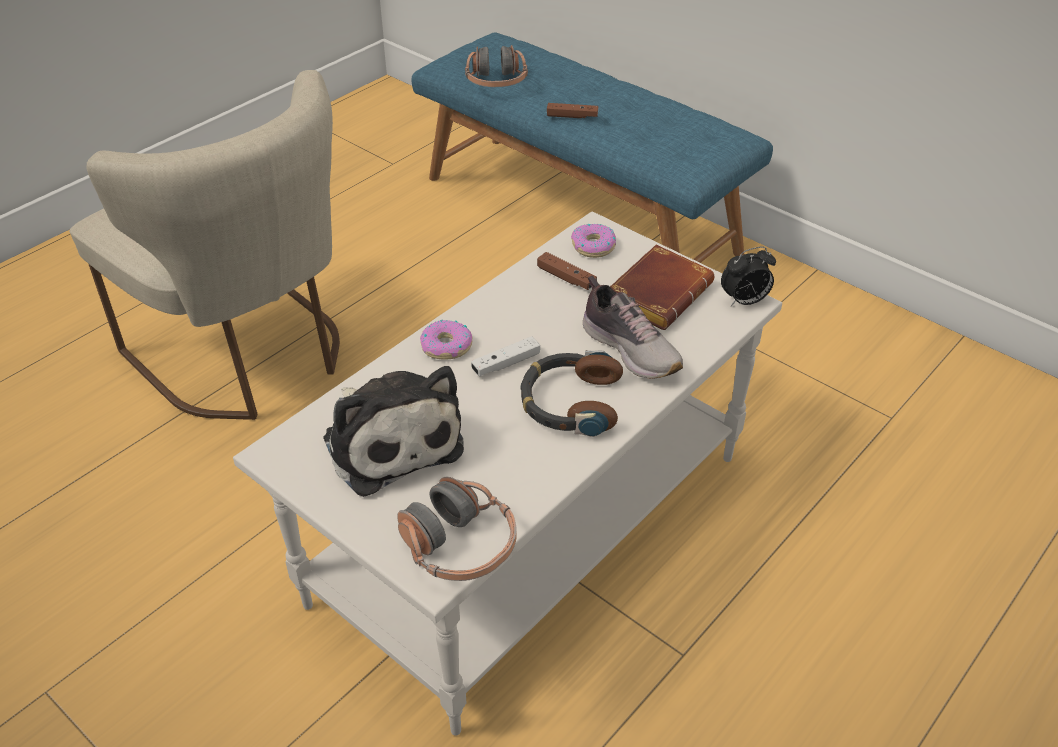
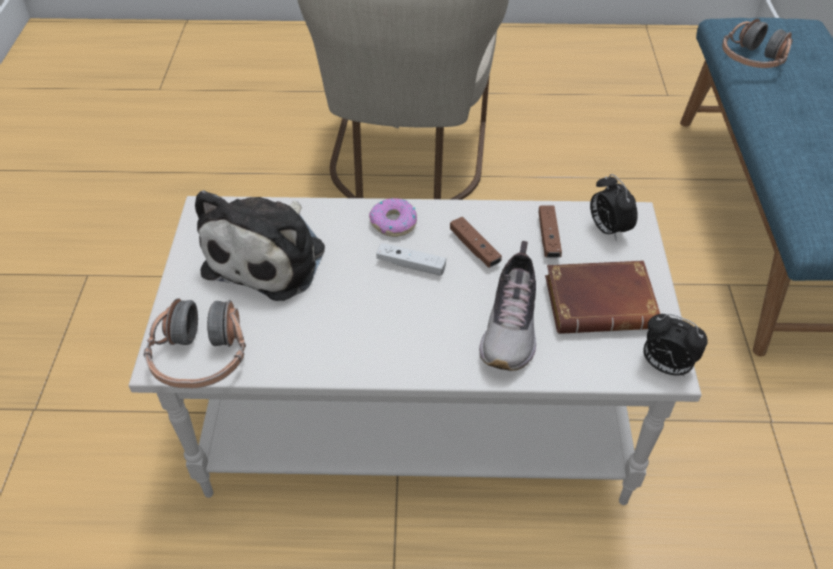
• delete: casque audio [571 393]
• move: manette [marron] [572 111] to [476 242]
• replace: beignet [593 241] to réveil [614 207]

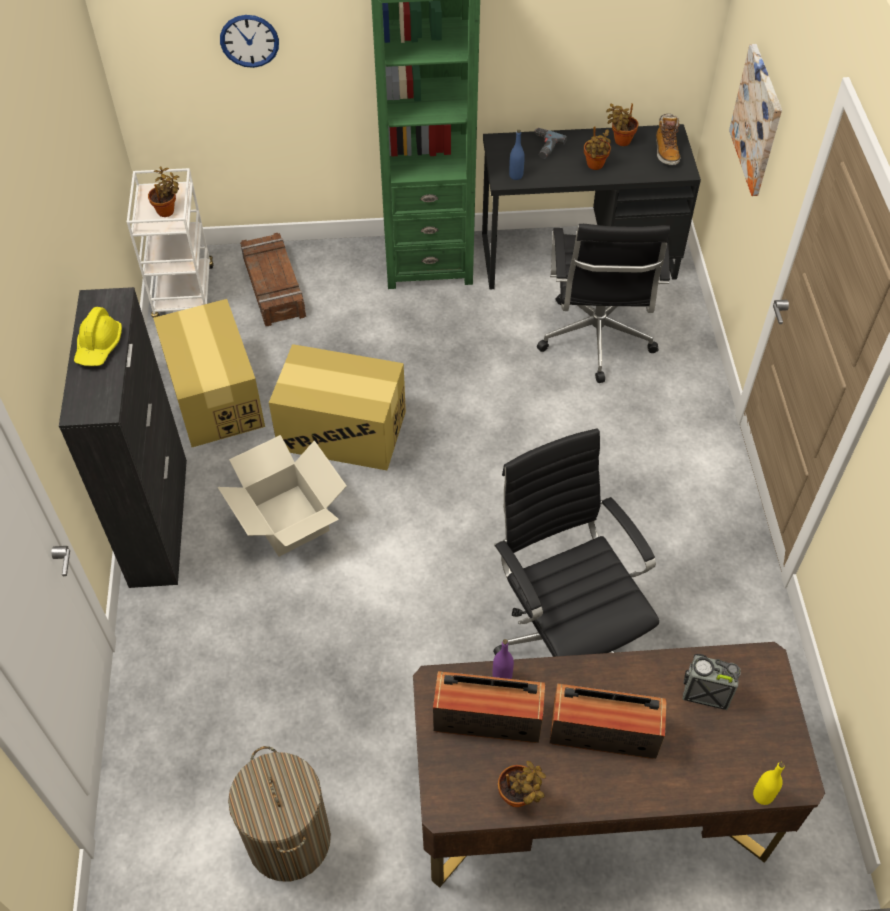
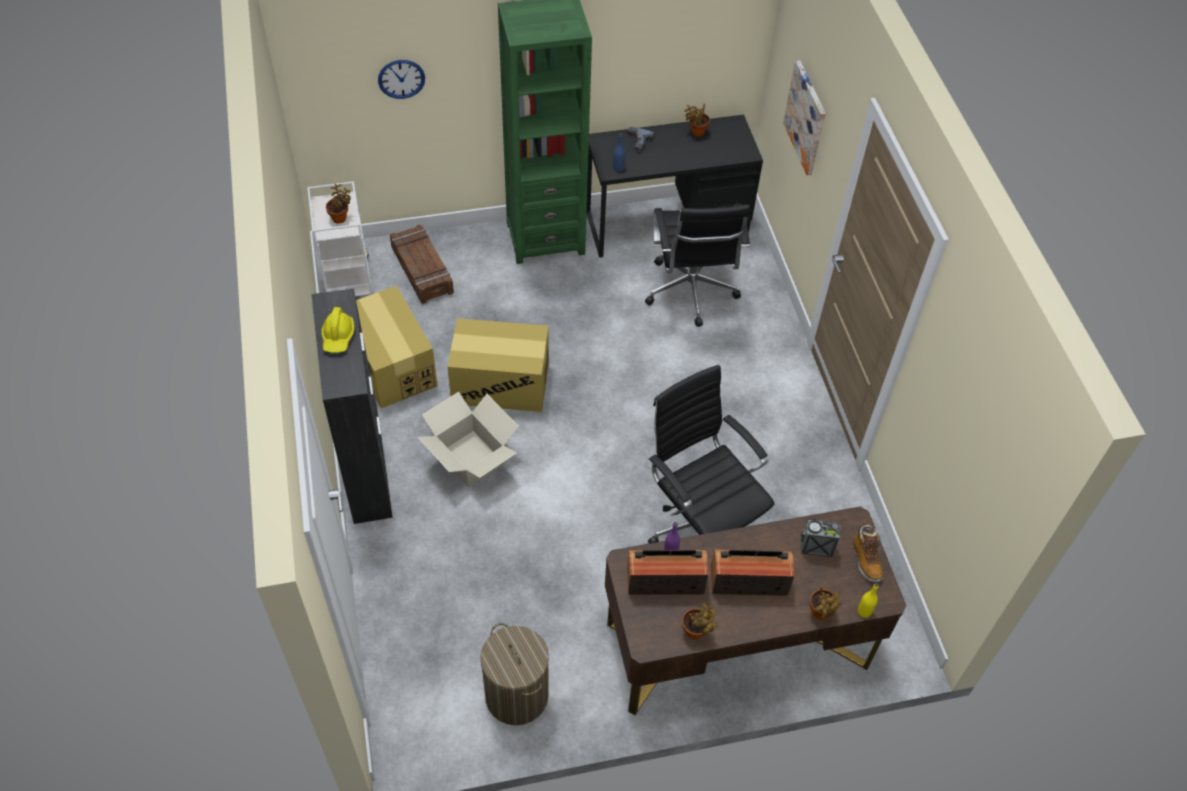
• move: plante en pot [597 148] to [825 603]
• move: botte [668 139] to [868 553]

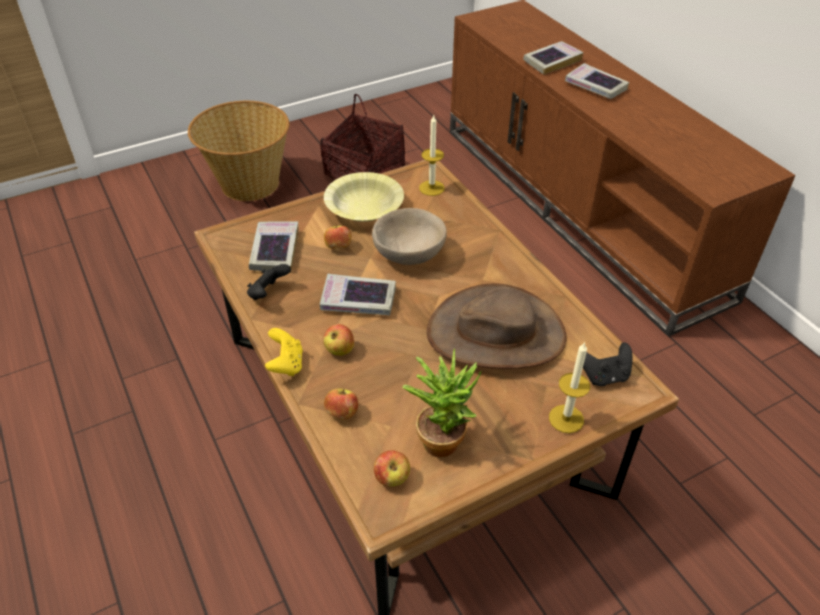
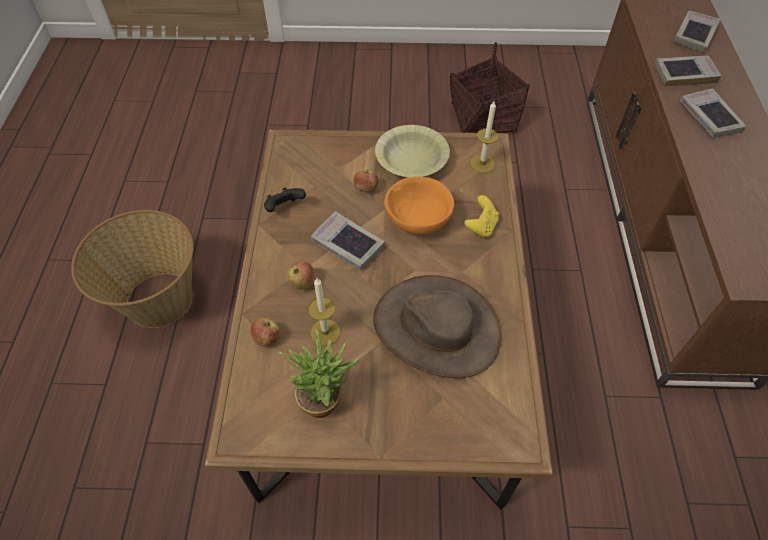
• delete: pomme [392 468]
• delete: manette [noir] [608 364]
• move: panier [238 151] to [132 269]
• move: livre [273 247] to [697 32]
• move: manette [jaune] [284 352] to [481 216]
• move: bougie [569 387] to [324 312]
• recolor: bol [beige] [409 236] to bol [orange] [419 205]

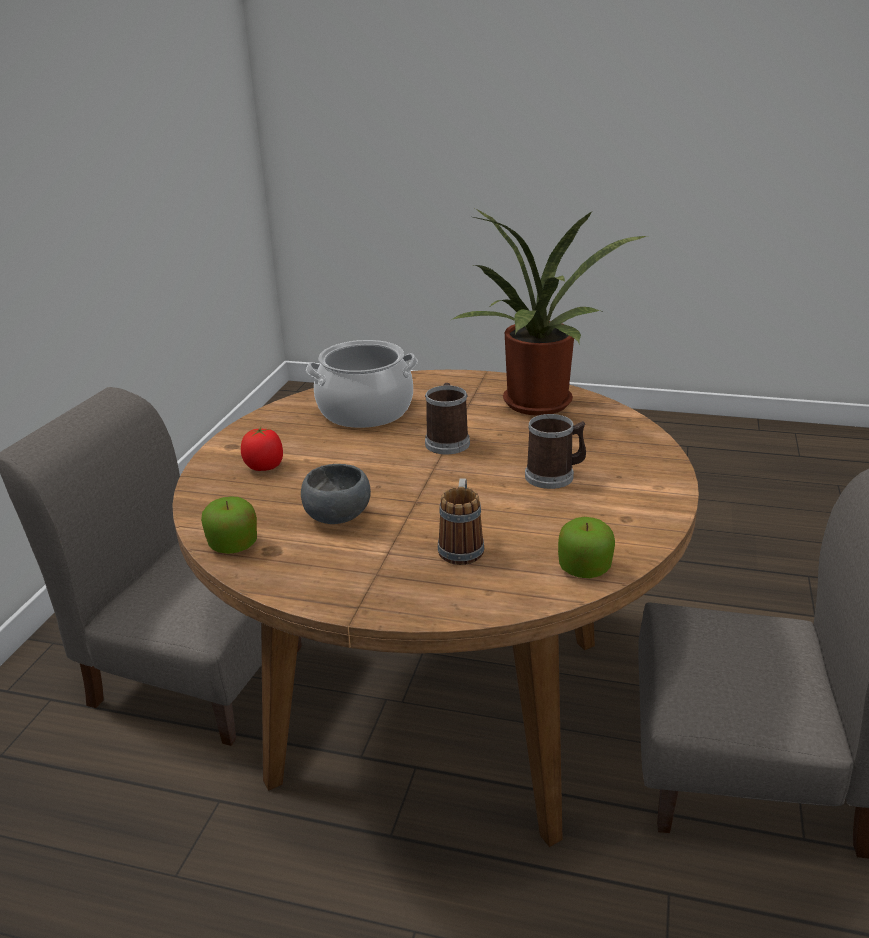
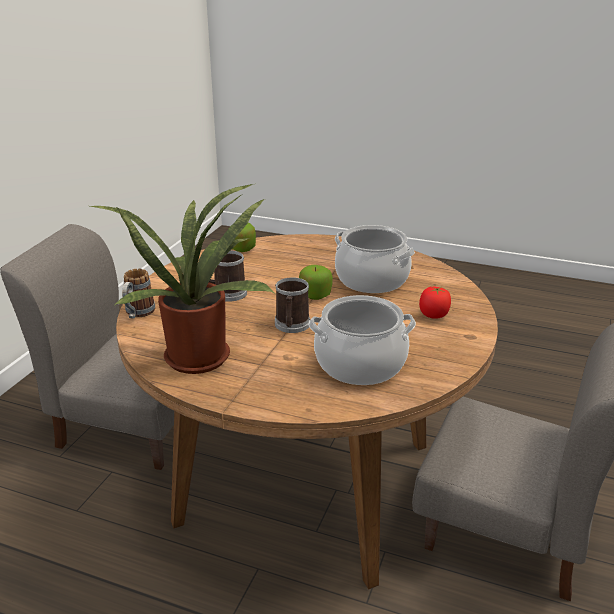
• move: pomme [229 525] to [316 282]
• move: mug [461 521] to [138 294]
• replace: bol [gris] [336 494] to marmite [375 259]

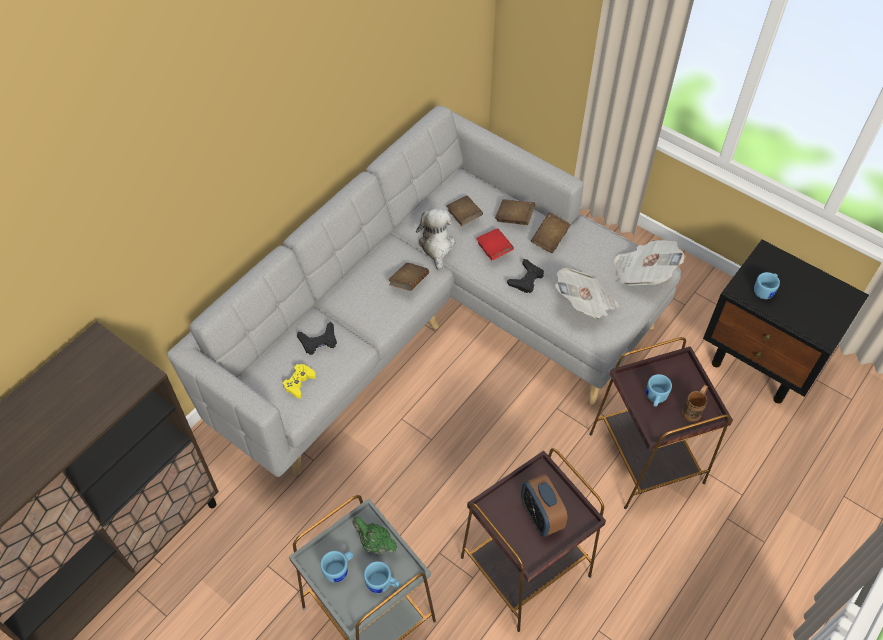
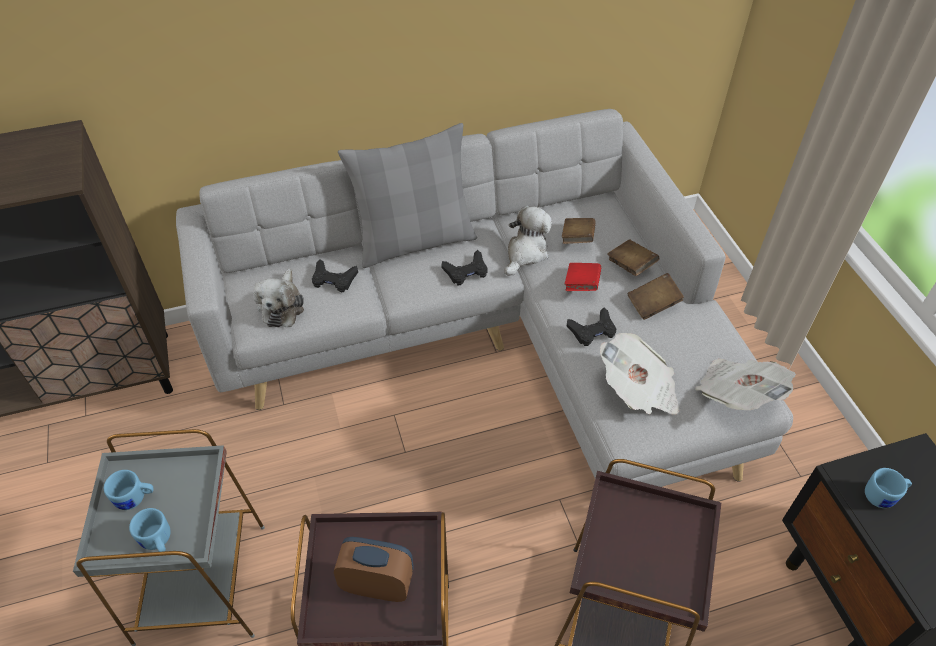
• delete: théière [vert] [375 535]
• delete: mug [bleu] [659 390]
• delete: mug [marron] [695 403]
• insert: coussin [gris] [407 195]
• replace: manette [jaune] [299 381] to peluche [278 297]
• replace: livre [marron] [408 276] to manette [noir] [464 267]
• rotate: réveil [544 505] = [374 569] 90 degrees clockwise

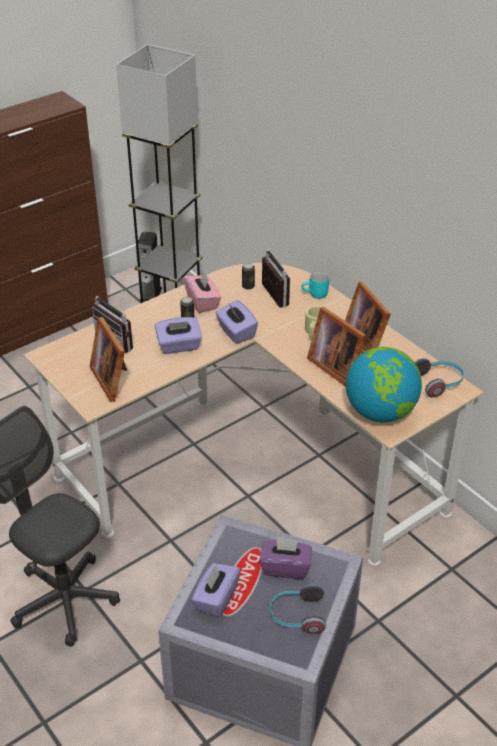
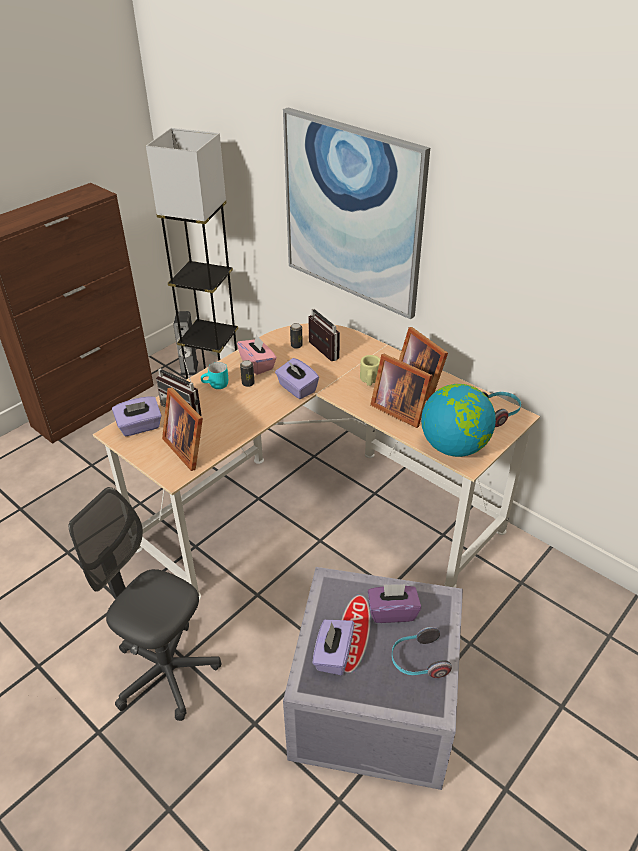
• insert: tableau [356 213]
• move: boîte à mouchoirs [violet] [178 335] to [137 416]
• move: mug [turquoise] [315 285] to [214 375]

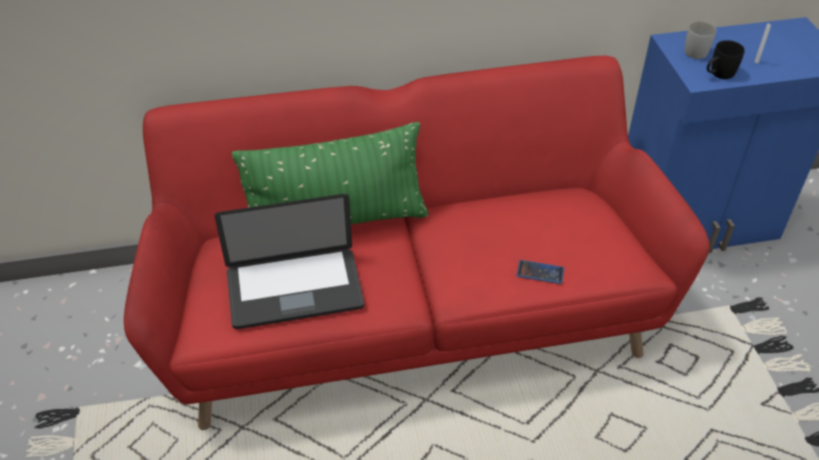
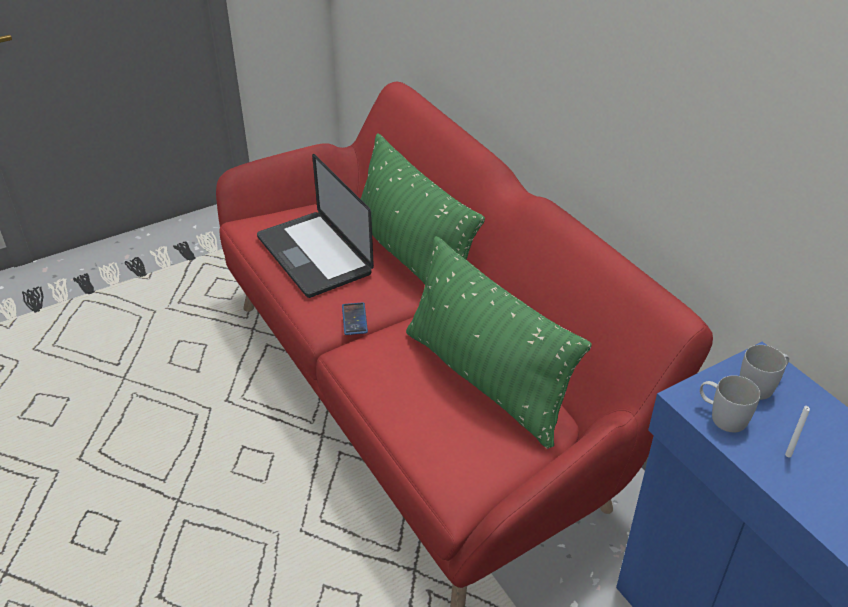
• insert: coussin [vert] [499 342]
• move: téléphone [540 272] to [355 318]
• recolor: mug [noir] [726 59] to mug [blanc] [730 403]

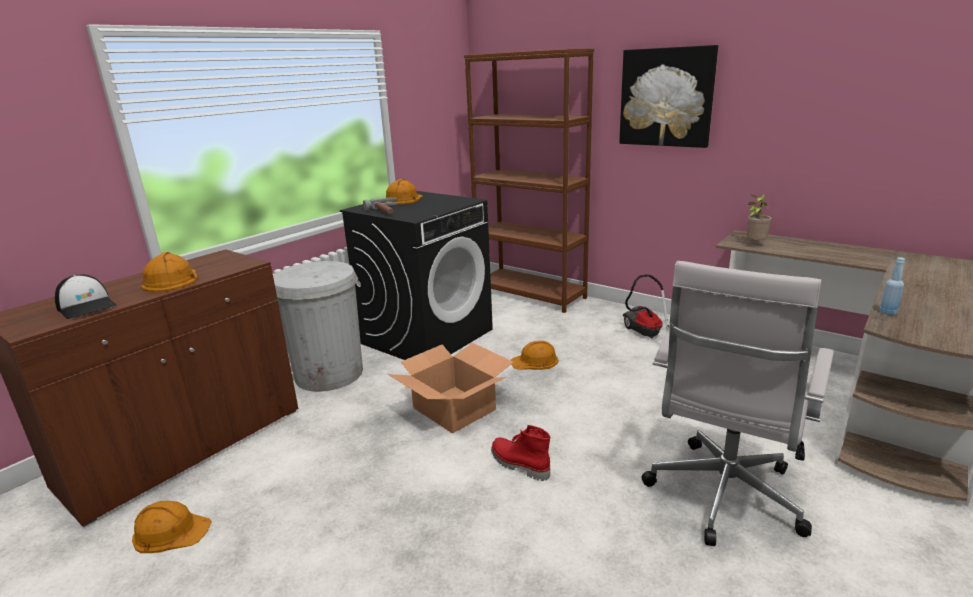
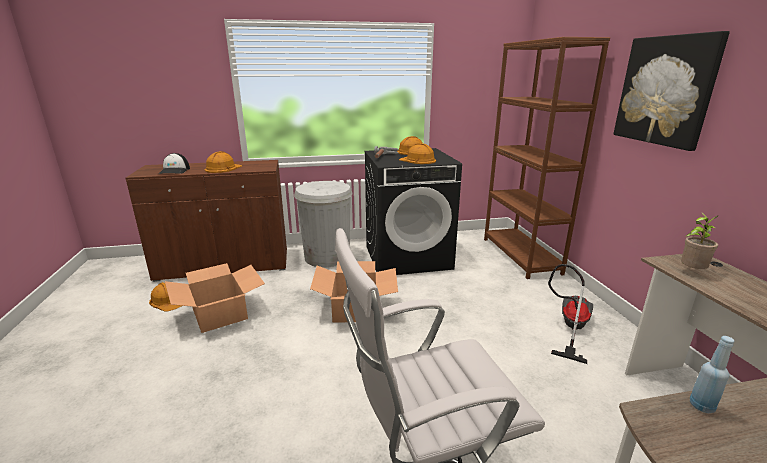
• delete: botte [rouge] [520 453]
• insert: carton [215 298]
• move: casque de chantier [orange] [534 355] to [417 153]

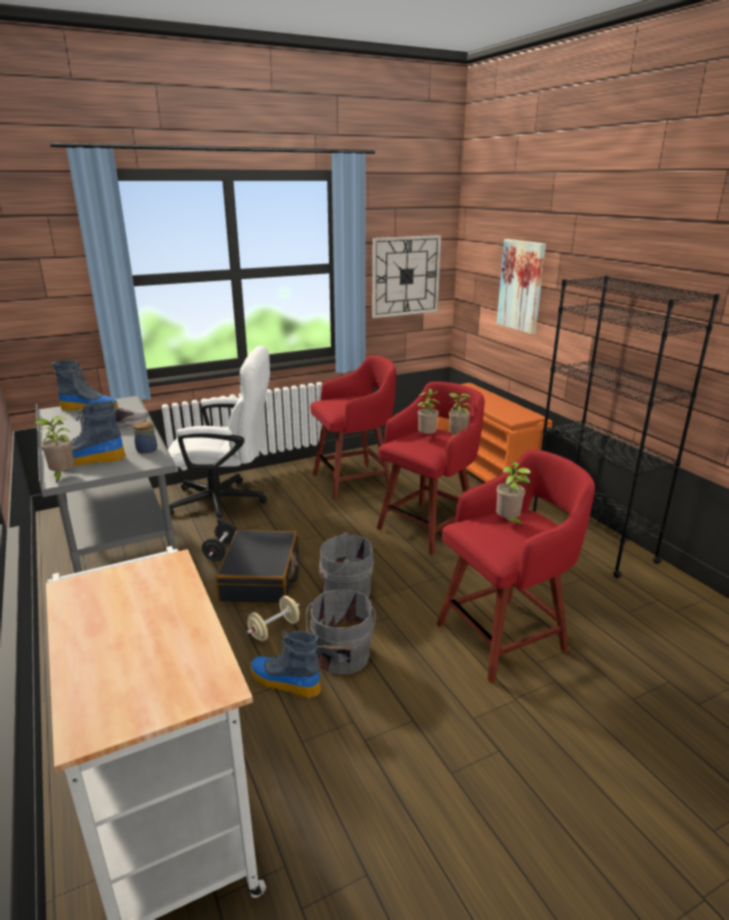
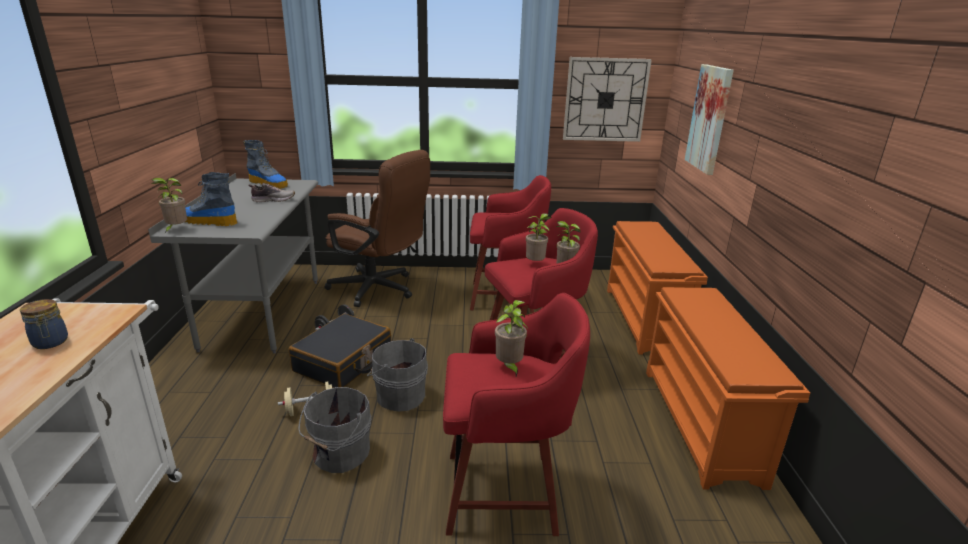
• delete: botte [286 664]
• move: bocal [145 437] to [44 324]
• replace: bibliothèque [noir] [626 427] to étagère à chaussures [orange] [728 388]
• recolor: chaise de bureau [blanc] [219 435] to chaise de bureau [marron] [377 228]

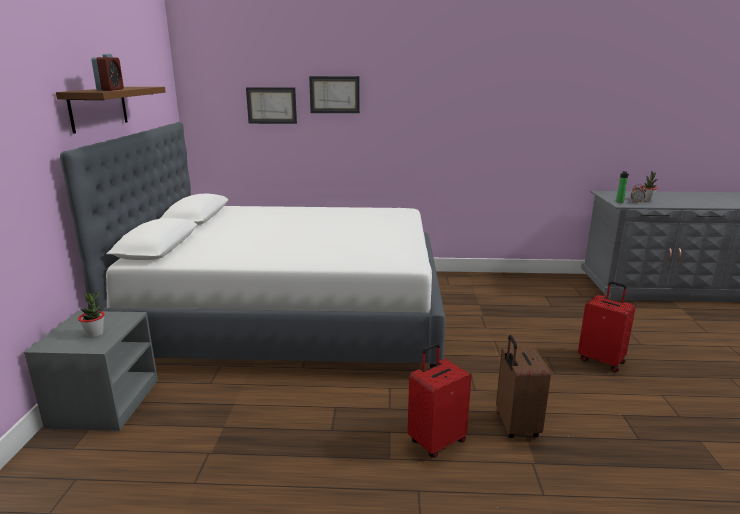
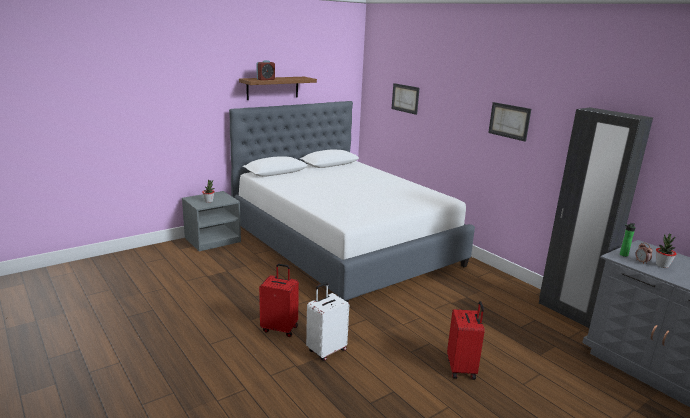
• insert: armoire [noir] [596 218]
• move: tableau [334 94] to [509 122]
• recolor: valise [marron] [523 386] to valise [blanc] [327 321]

